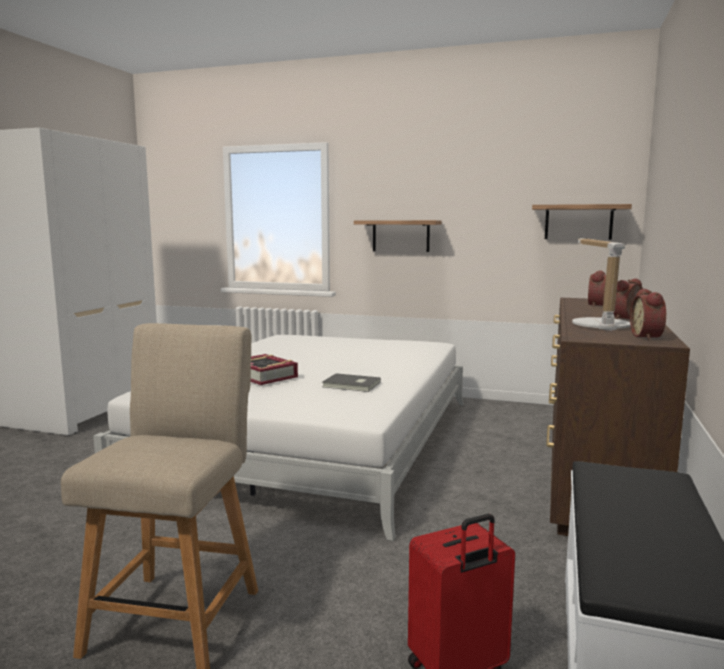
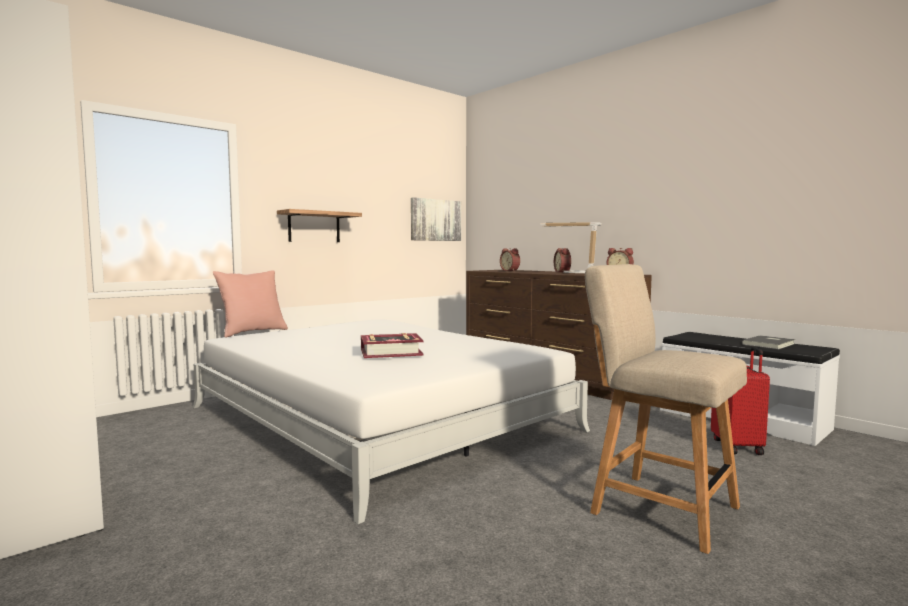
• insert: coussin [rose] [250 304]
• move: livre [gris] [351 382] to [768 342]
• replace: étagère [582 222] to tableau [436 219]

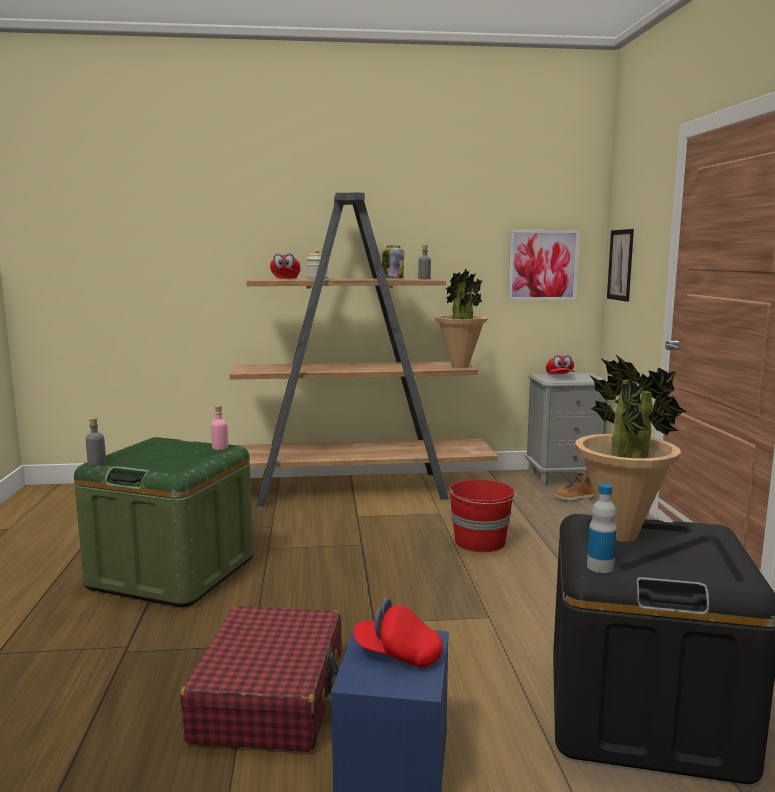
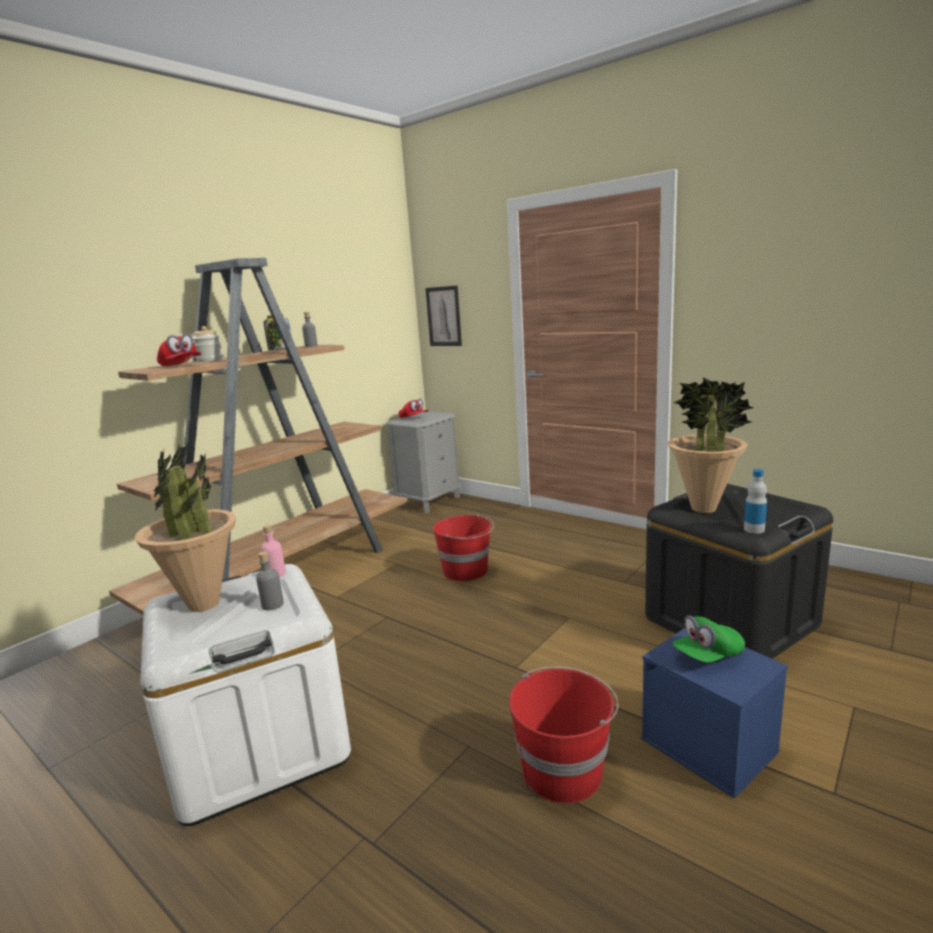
• delete: tableau [544 265]
• delete: botte [573 487]
• move: bouteille [gris] [96 442] to [270 580]
• move: plante en pot [461 318] to [185 527]
• replace: valise [rouge] [261 679] to seau [rouge] [563 735]
• recolor: boîte de rangement [vert] [163 522] to boîte de rangement [blanc] [245 695]
• recolor: casquette [rouge] [398 632] to casquette [vert] [708 639]

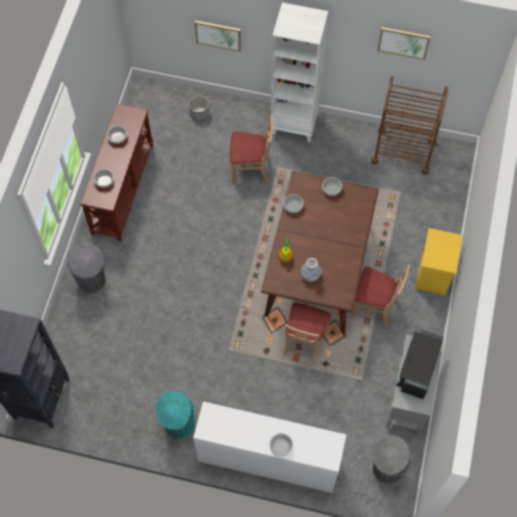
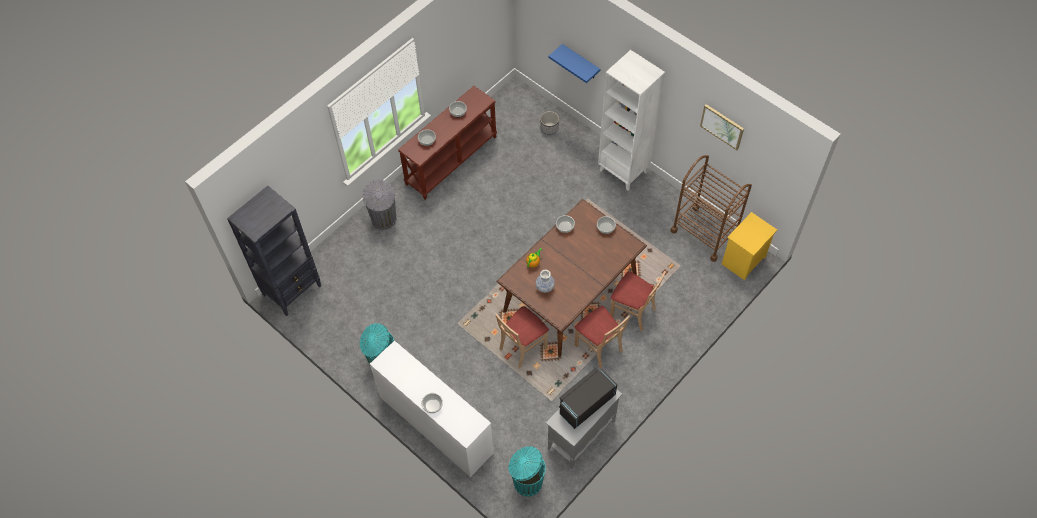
• move: chaise [beige] [251 149] to [637 301]
• move: table de chevet [jaune] [439 261] to [749 246]
• replace: tableau [218 36] to étagère [bleu] [574 63]
• recolor: poubelle [gris] [392 459] to poubelle [turquoise] [527 471]

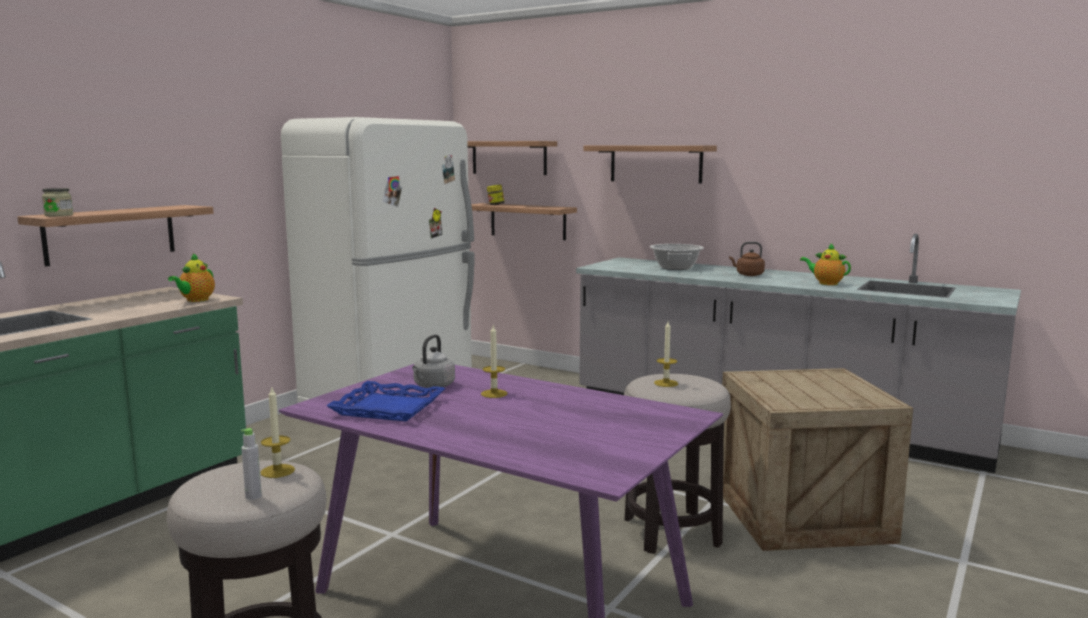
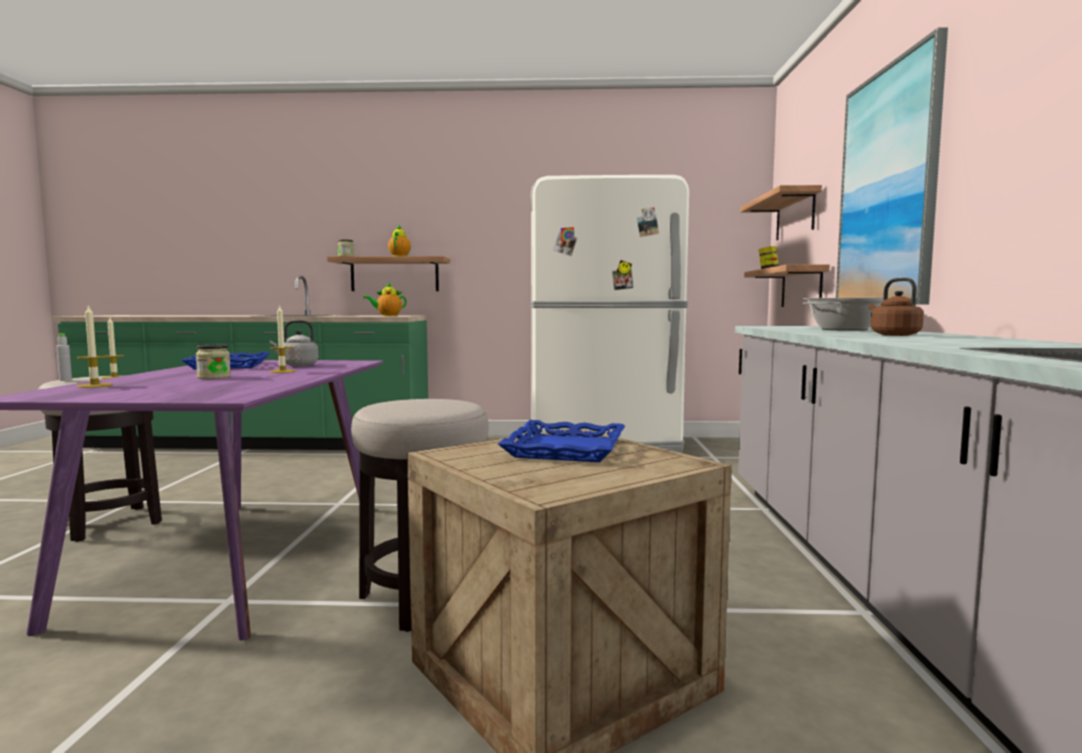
• insert: bocal [213 361]
• insert: plateau [bleu] [561 441]
• move: bougie [666 354] to [94 346]
• move: théière [825 264] to [399 240]
• replace: étagère [650 164] to tableau [892 166]

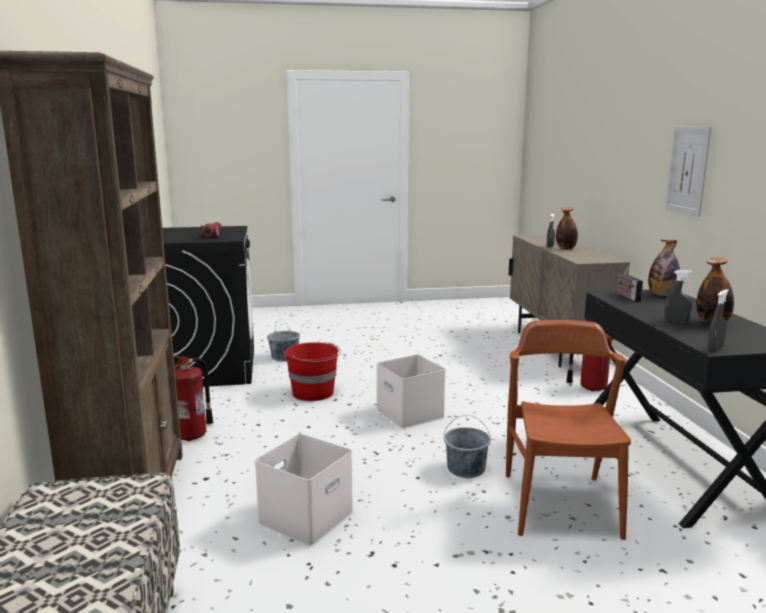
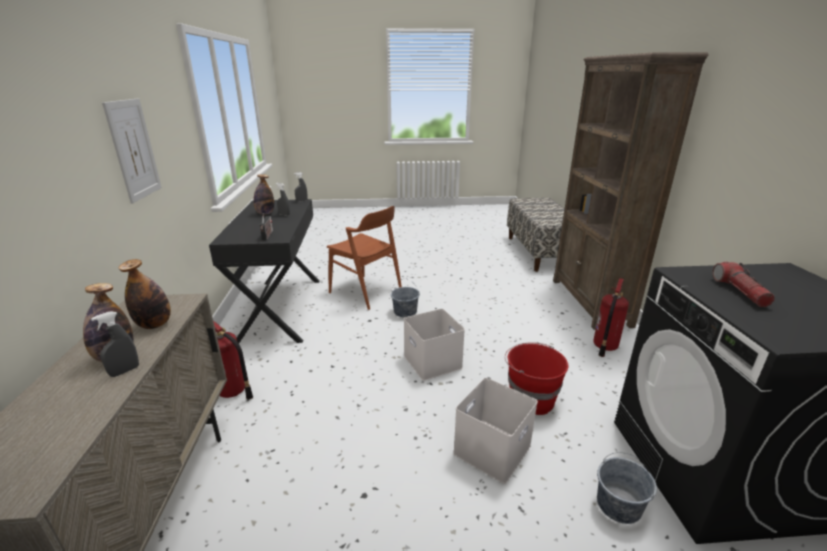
• move: boîte de rangement [blanc] [304 490] to [495 431]
• move: bouteille [664 267] to [145 294]
• rotate: chaise [marron] [568 430] = [364 258] 60 degrees counterclockwise

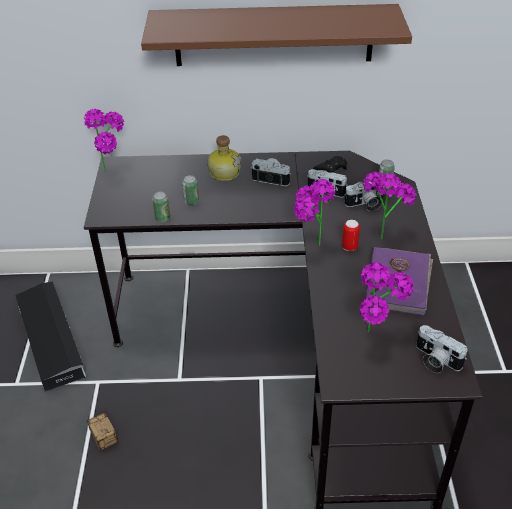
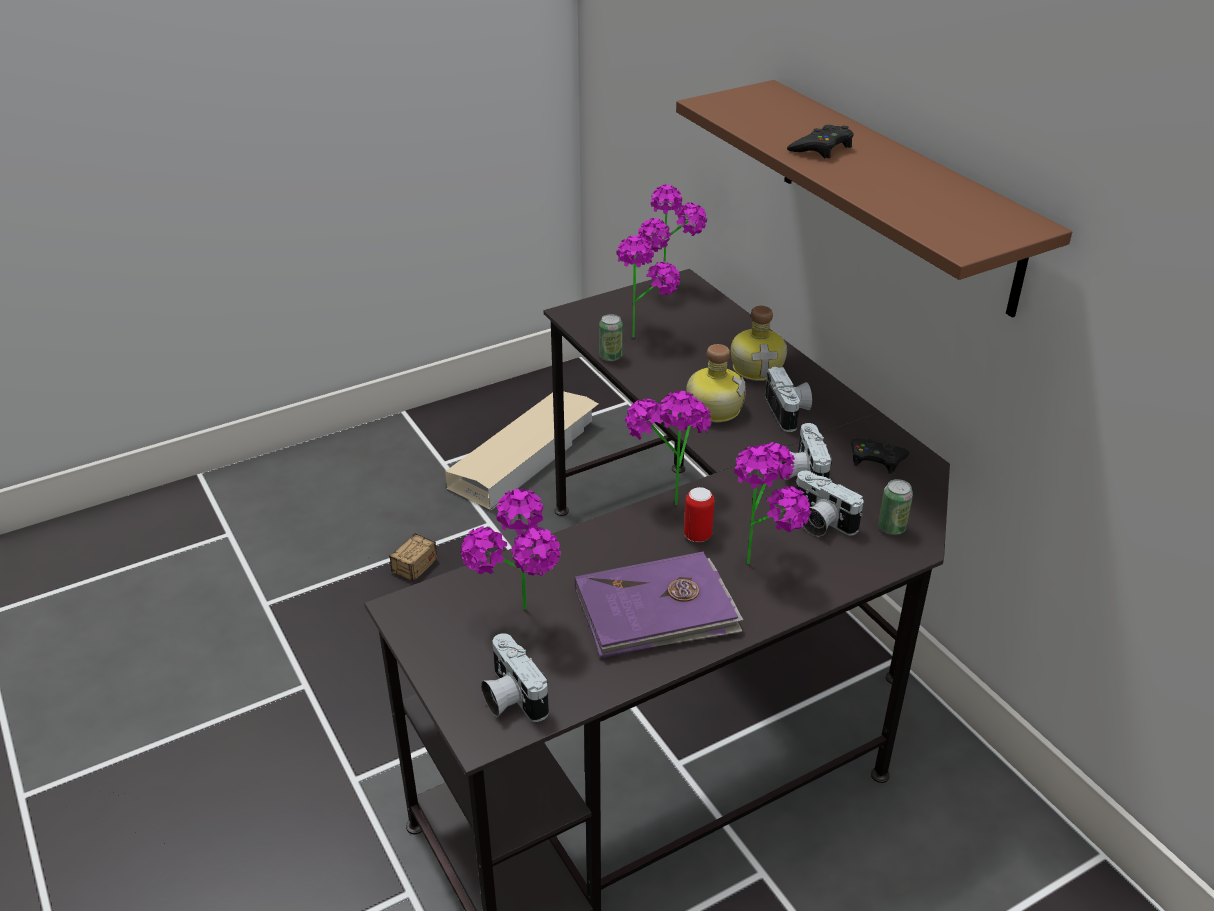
• delete: boîte métallique [190 190]
• insert: plante en pot [648 286]
• insert: bouteille [716 383]
• insert: manette [noir] [820 141]
• recolor: boîte de rangement [noir] [51 336] to boîte de rangement [beige] [521 450]
• rotate: appareil photo [442 349] = [515 677] 45 degrees counterclockwise

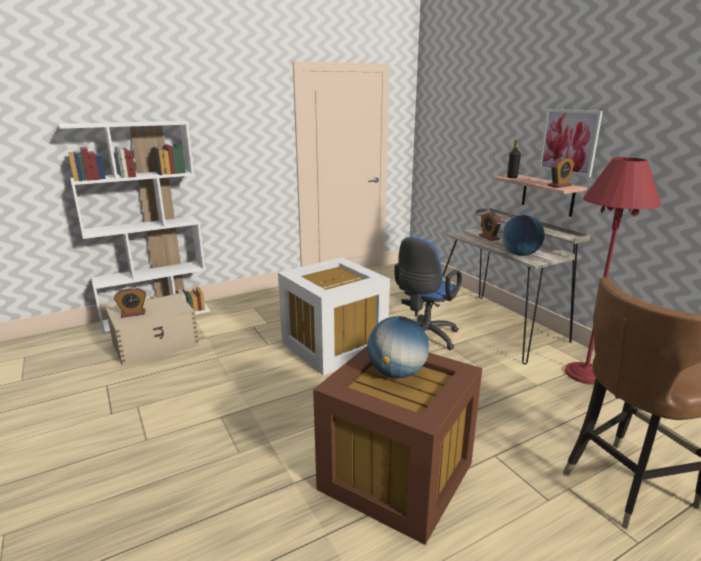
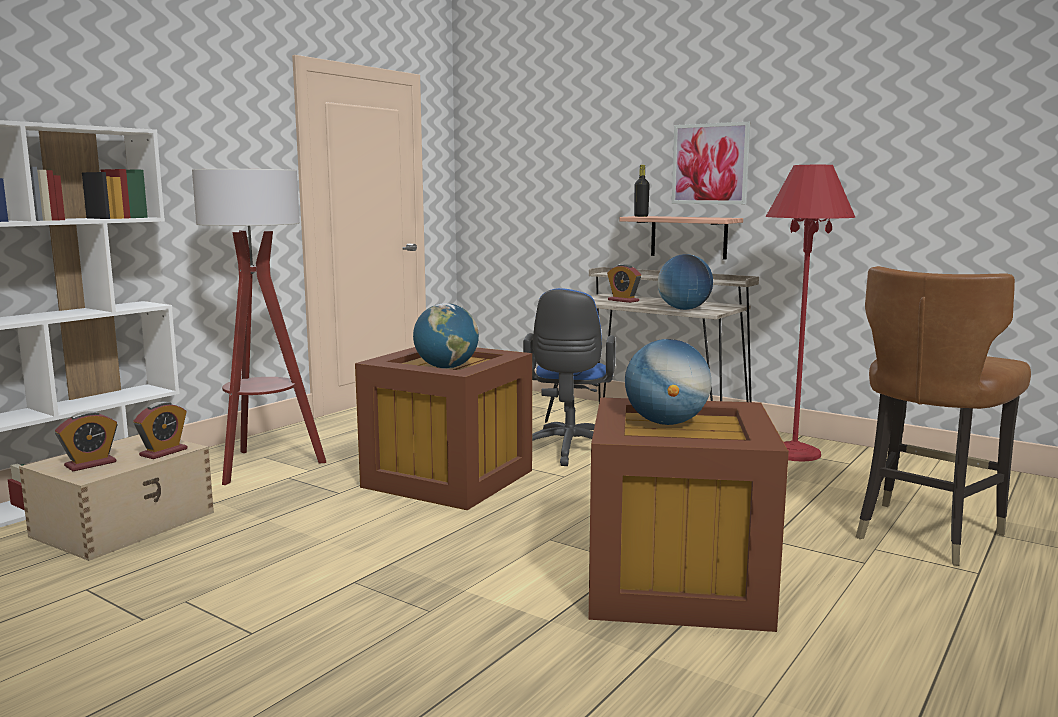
• insert: lampadaire [259 327]
• insert: globe [446 336]
• move: réveil [561 172] to [160 430]
• recolor: boîte de rangement [blanc] [334 317] to boîte de rangement [marron] [443 428]

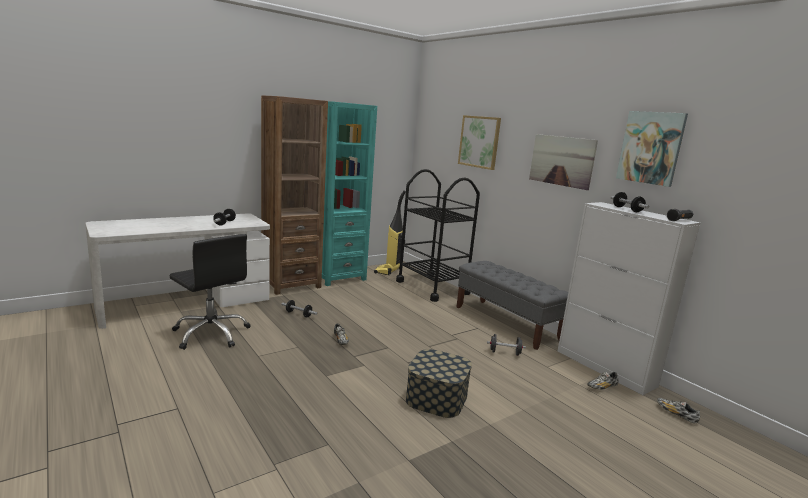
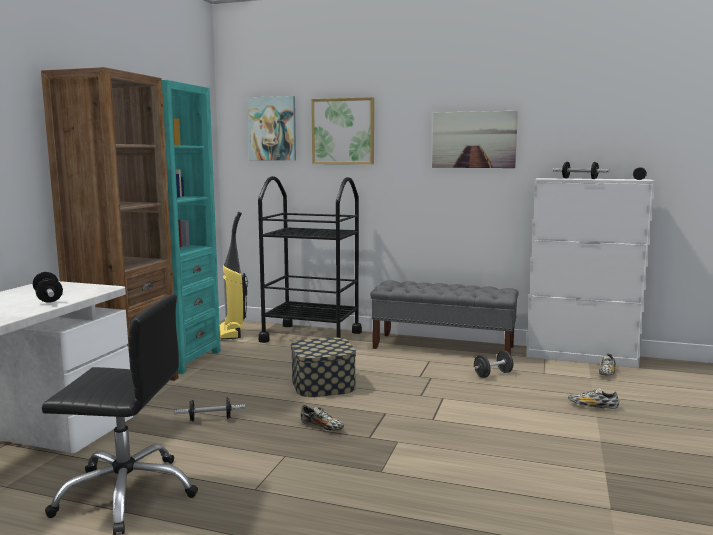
• move: boîte de rangement [439 383] to [323 367]
• move: tableau [652 149] to [271 128]
• move: chaussure [678 410] to [593 398]

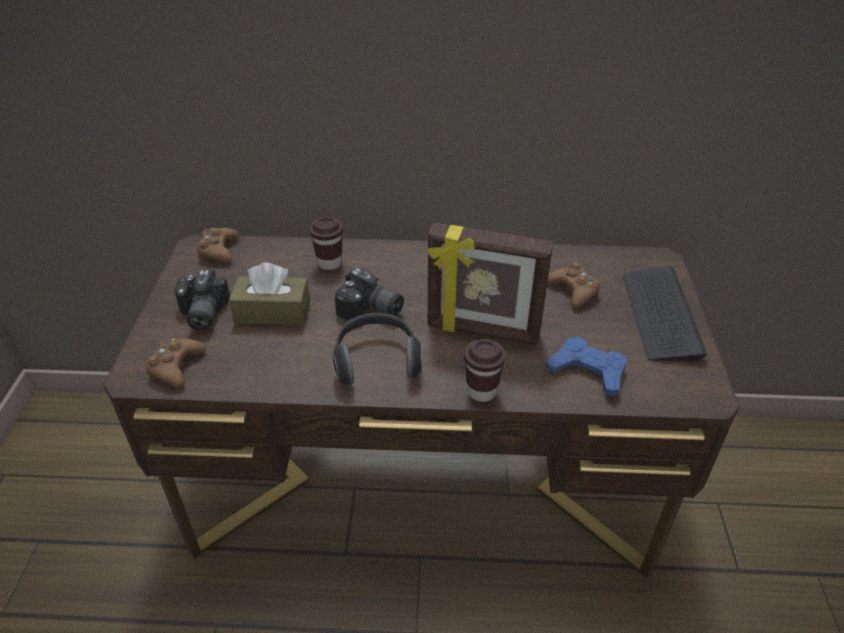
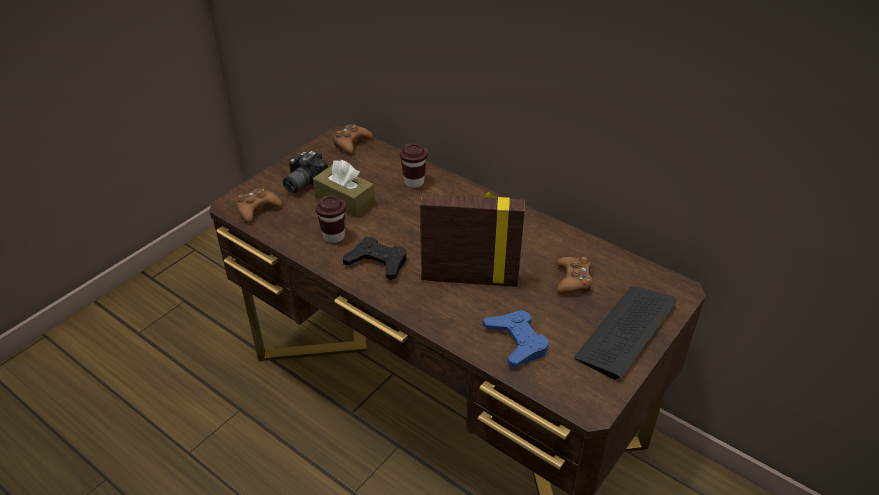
• delete: appareil photo [369 294]
• move: tasse [marron] [485 370] to [330 219]
• replace: casque audio [377 349] to manette [noir] [374 258]
• rotate: cadre photo [490 284] = [472 239] 135 degrees clockwise

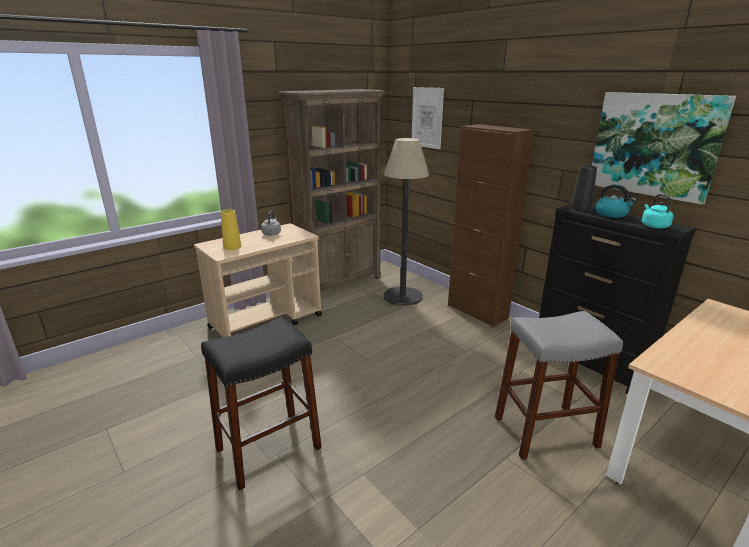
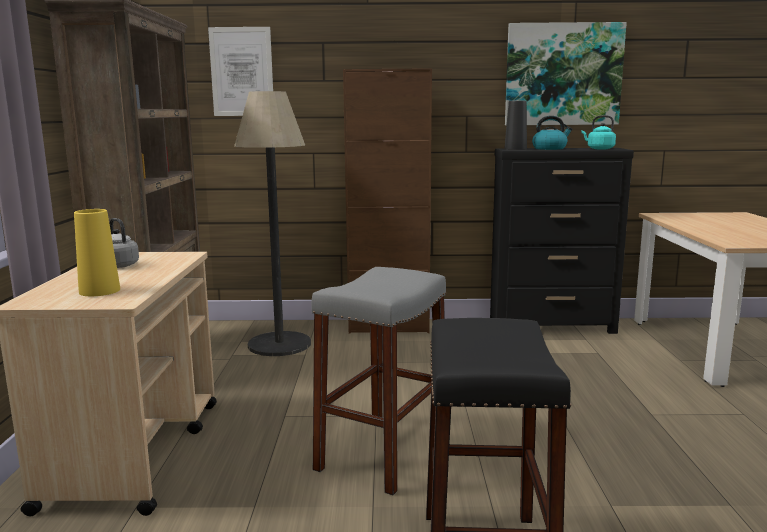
• move: tabouret [gris] [559 385] to [378 381]

